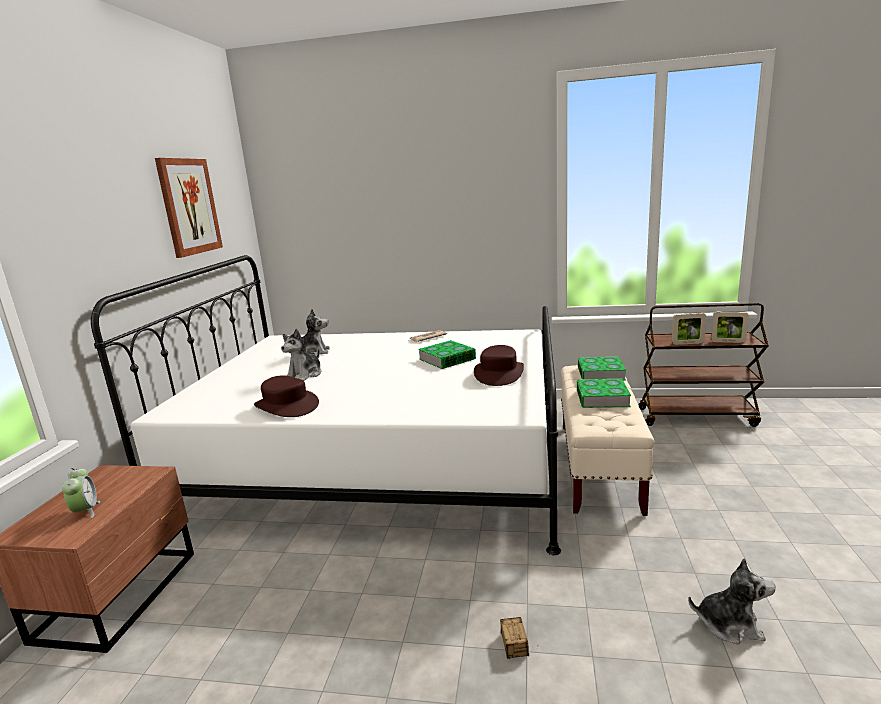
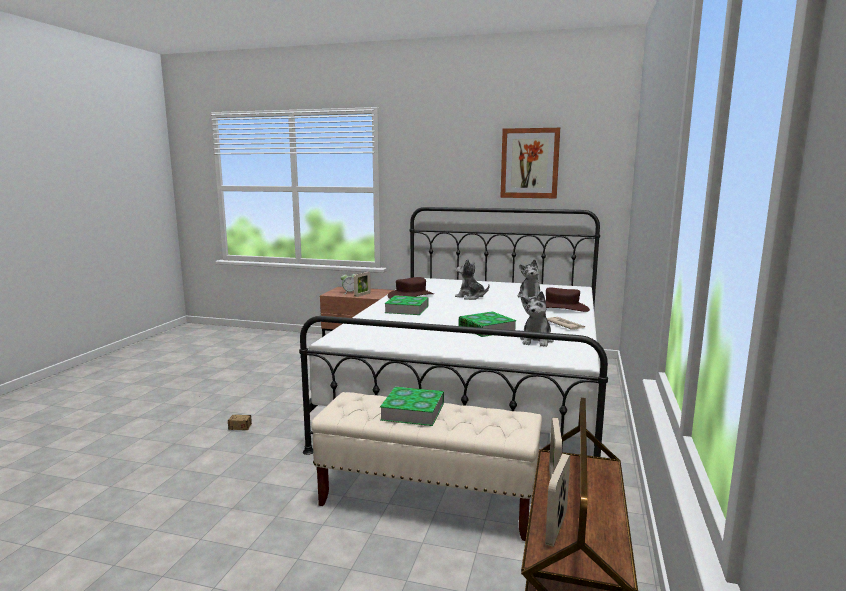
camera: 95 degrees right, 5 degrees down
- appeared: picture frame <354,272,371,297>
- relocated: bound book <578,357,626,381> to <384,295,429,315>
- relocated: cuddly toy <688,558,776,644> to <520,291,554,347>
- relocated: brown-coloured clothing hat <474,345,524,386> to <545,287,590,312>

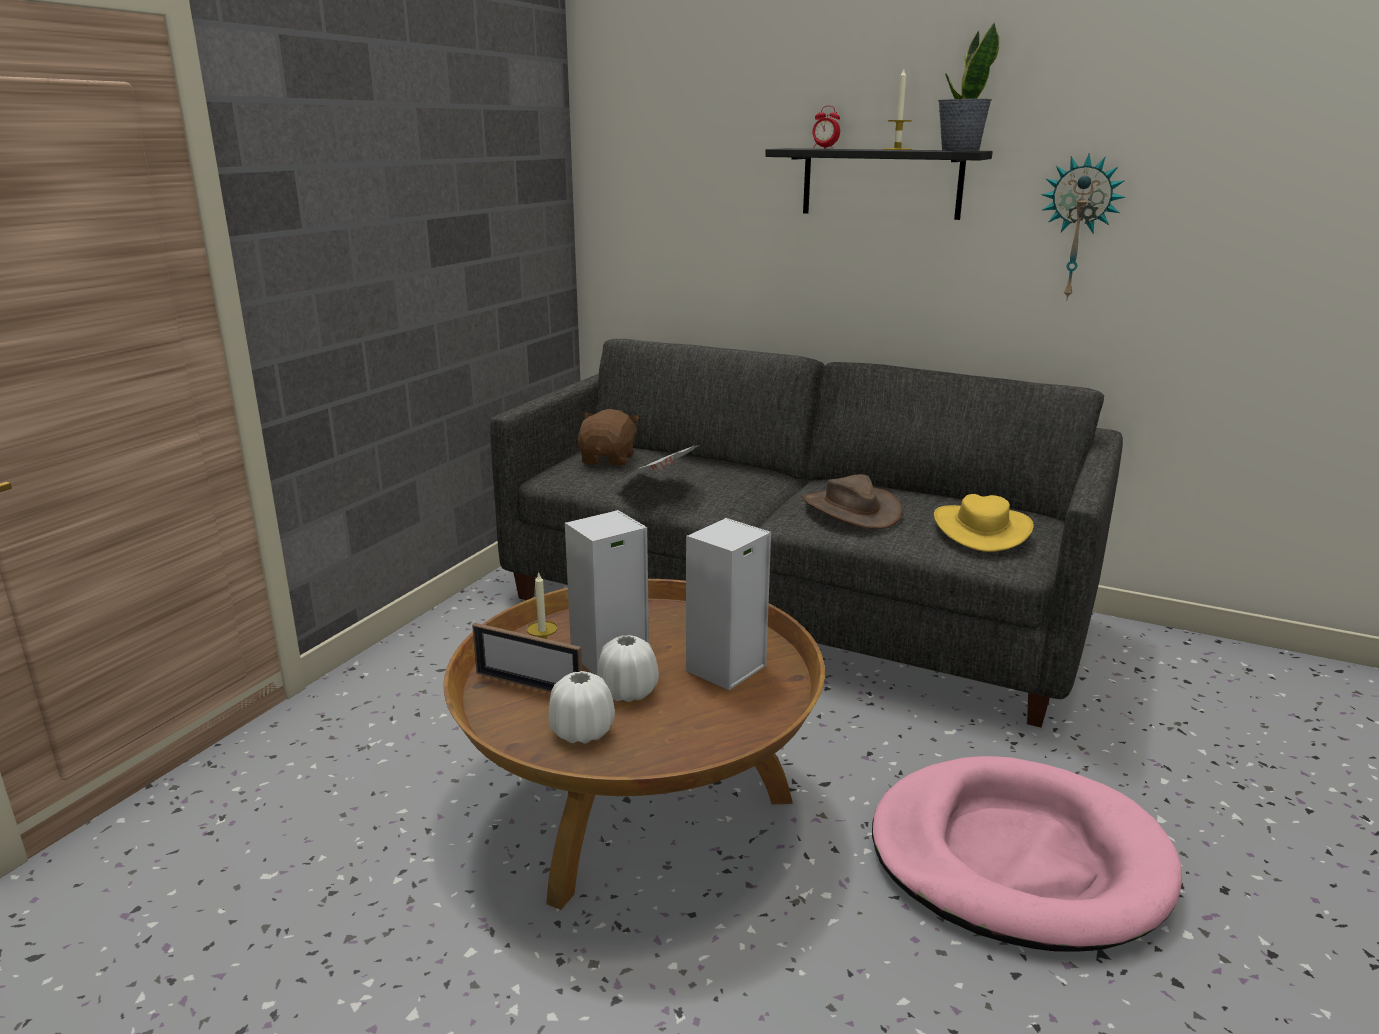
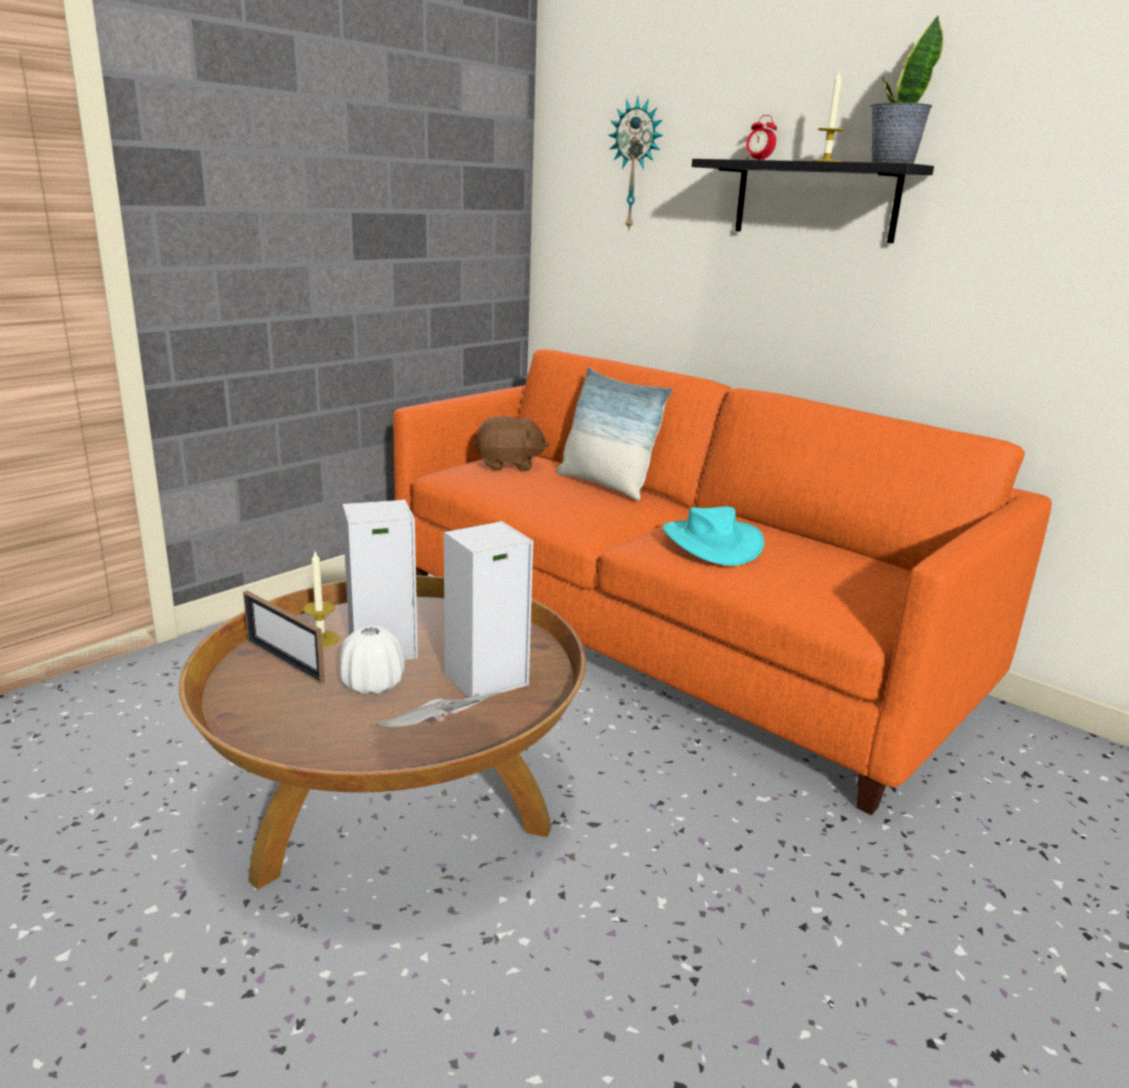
camera: 15 degrees right, 0 degrees up
- relocated: newspaper <615,445,699,482> to <373,692,506,727>
- colour: greyish sofa <490,339,1123,728> to orangey sofa <393,349,1052,815>
- spun: brown-coloured cuddly toy <578,409,639,466> = <474,416,549,471> 60 degrees clockwise
- appeared: throw pillow <556,367,673,500>
- relocated: hanging clock <1041,153,1125,301> to <608,96,663,232>
- colour: brown-coloured clothing hat <803,474,903,529> to turquoise clothing hat <663,506,764,566>
- missing: white-coloured vase <549,671,615,744>
- missing: pink-coloured dog cushion <872,756,1182,952>
- missing: yellow-coloured clothing hat <934,494,1034,552>

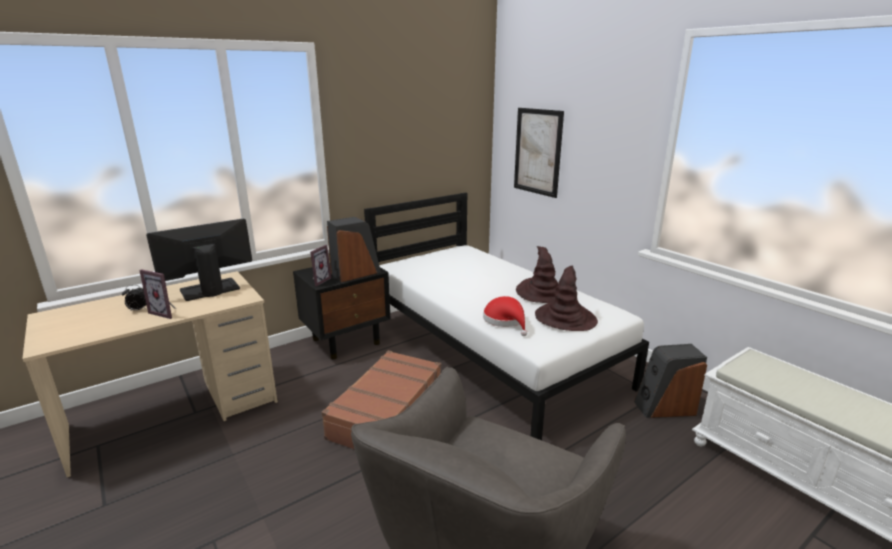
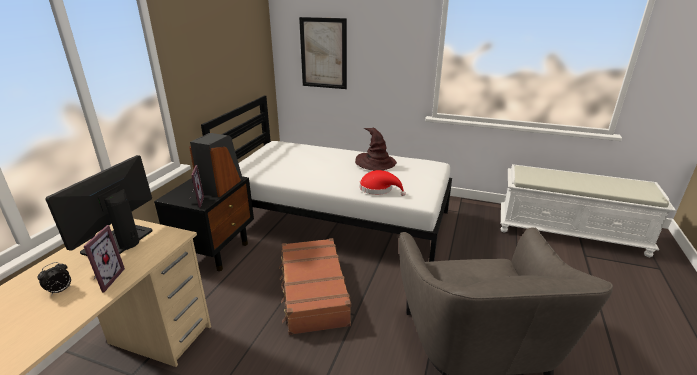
camera: 35 degrees left, 5 degrees up
- spun: picture frame <139,269,176,319> = <83,225,125,292> 75 degrees counterclockwise
- missing: brown-coloured clothing hat <535,266,598,331>
- missing: audio speaker <634,344,707,418>

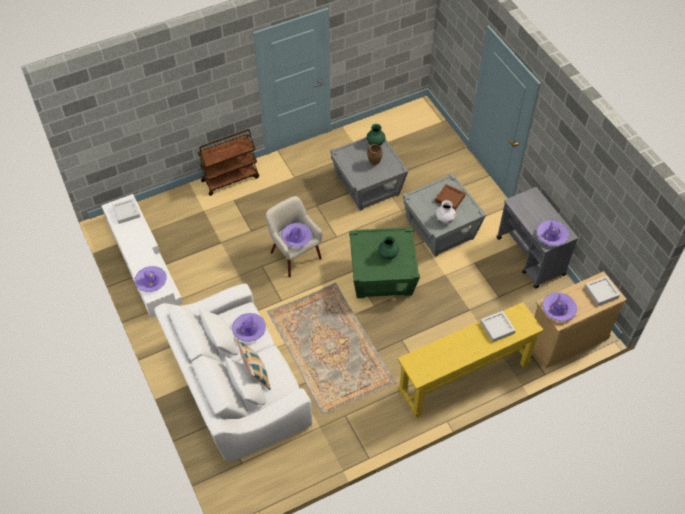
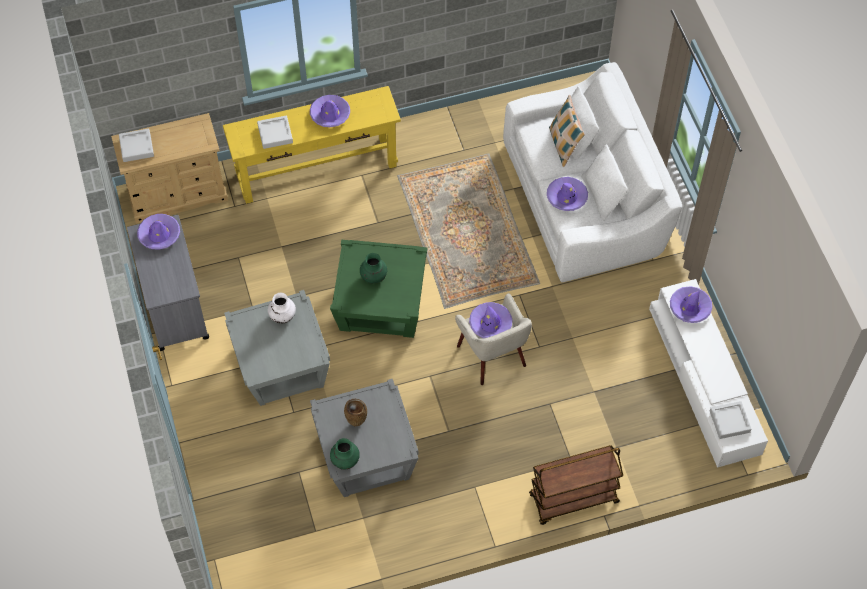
camera: 170 degrees left, 5 degrees up
- relocated: purple clothing hat <543,293,577,322> to <310,95,350,127>
- missing: brown-coloured tray <435,184,466,210>

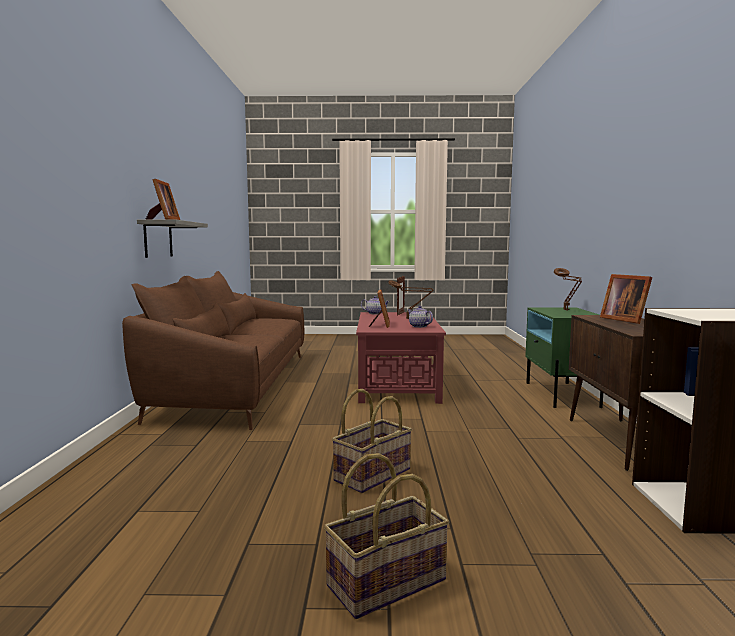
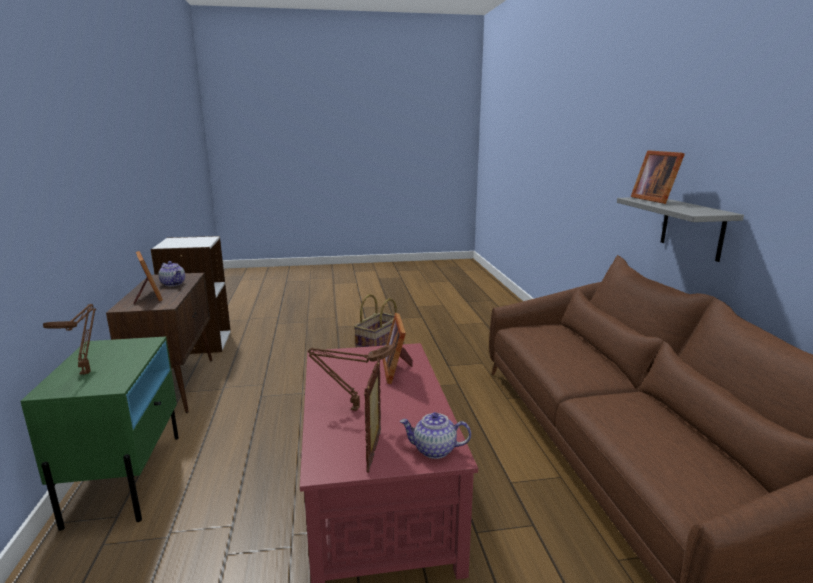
camera: 170 degrees right, 10 degrees up
- relocated: pot for tea <408,306,433,328> to <158,261,185,286>
- missing: household basket <324,453,449,619>

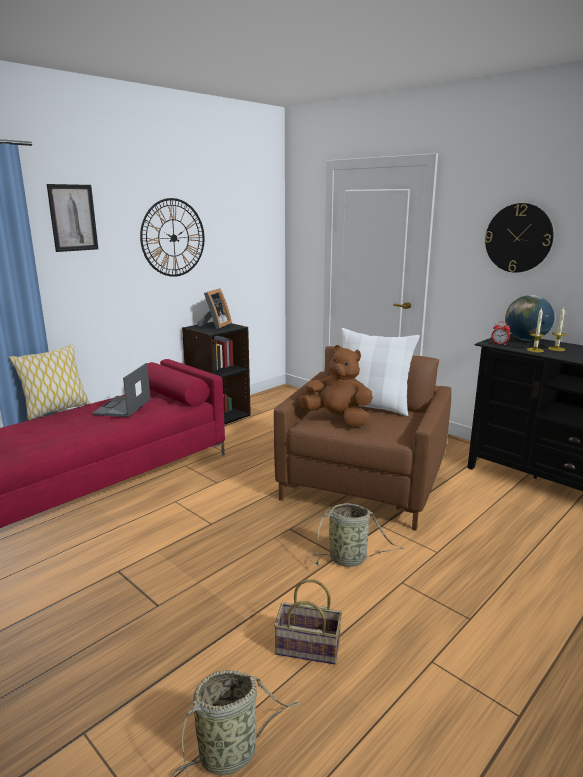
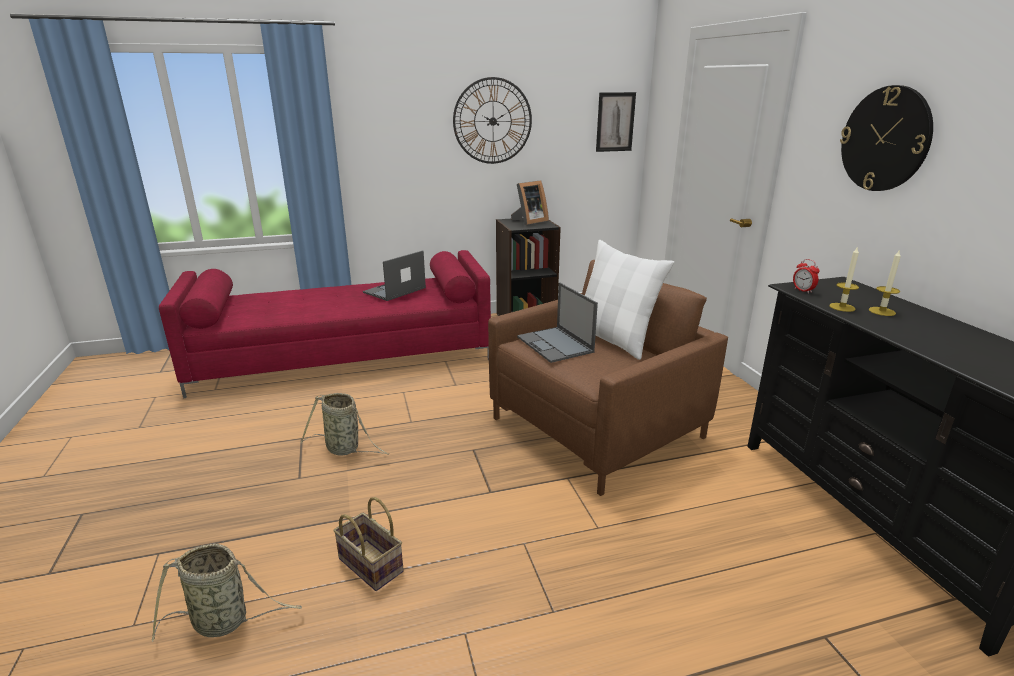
camera: 30 degrees right, 5 degrees up
- relocated: household basket <309,503,403,567> to <301,393,389,455>
- exchanged: brown-coloured cuddly toy <298,345,373,426> to notebook computer <517,282,598,363>
- relocated: wall picture <47,184,98,252> to <596,92,636,152>
- missing: throw pillow <8,344,90,421>
- missing: globe <505,295,555,341>

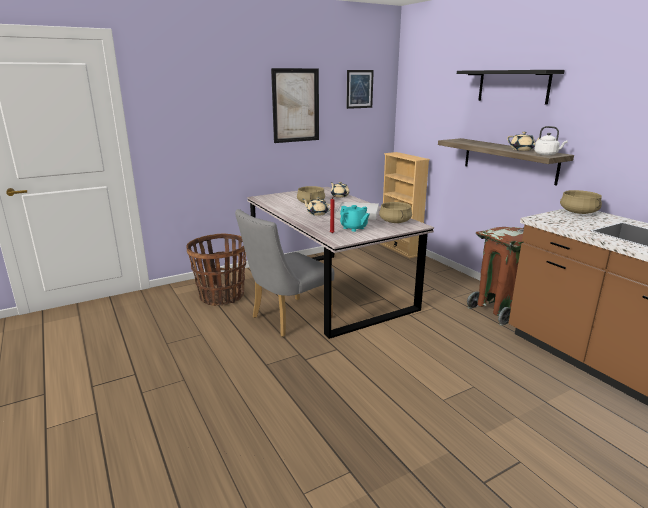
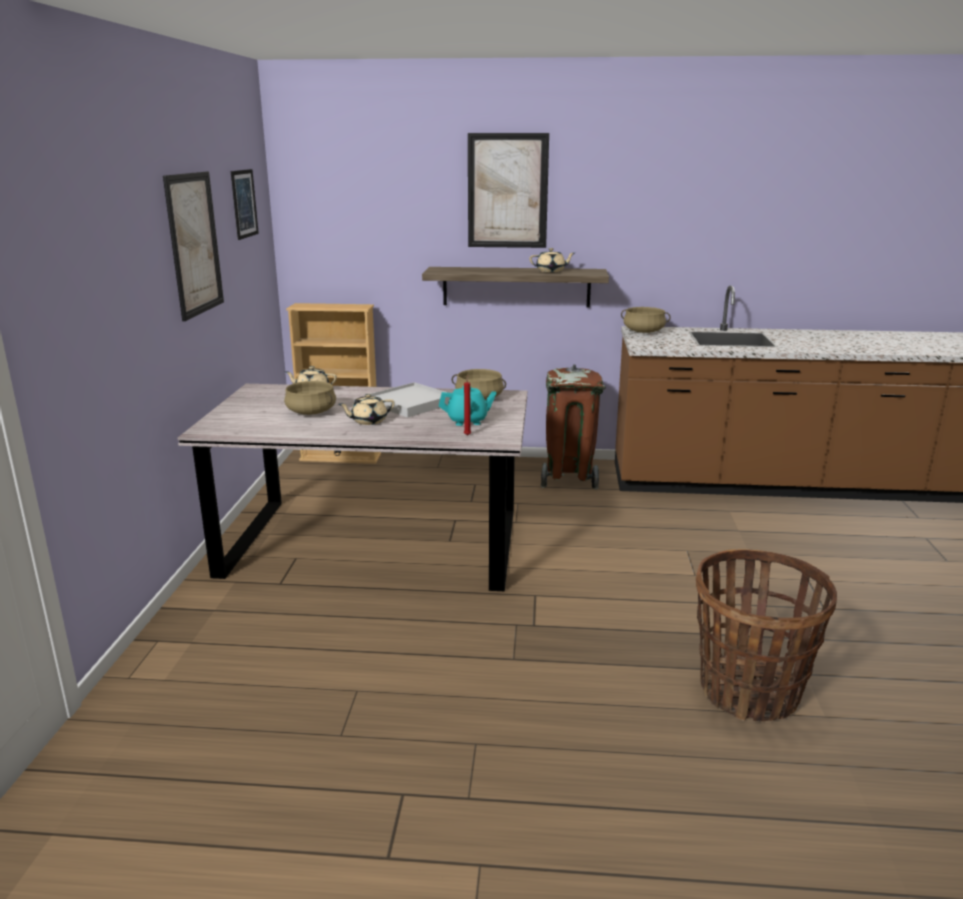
camera: 55 degrees left, 0 degrees up
- exchanged: black shelf <457,70,565,105> to wall picture <468,133,549,248>
- relocated: household basket <186,234,246,306> to <696,549,837,721>
- missing: greyish chair <235,209,334,337>
- missing: white-coloured tea kettle <534,126,568,155>

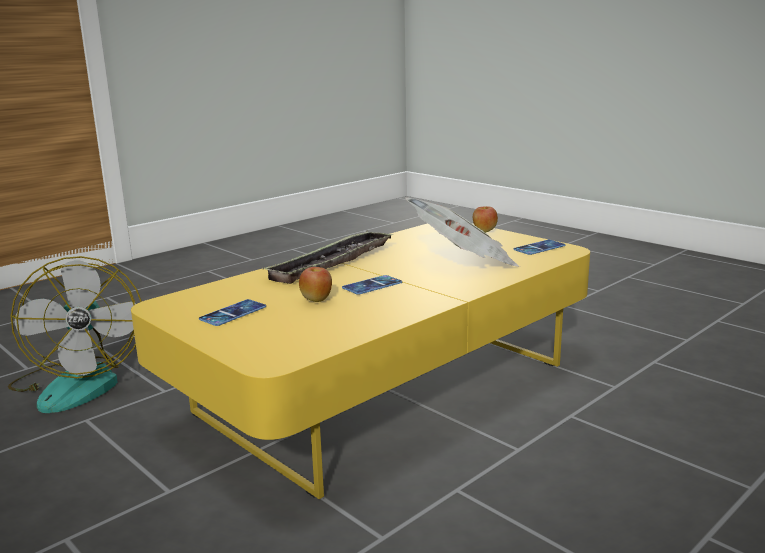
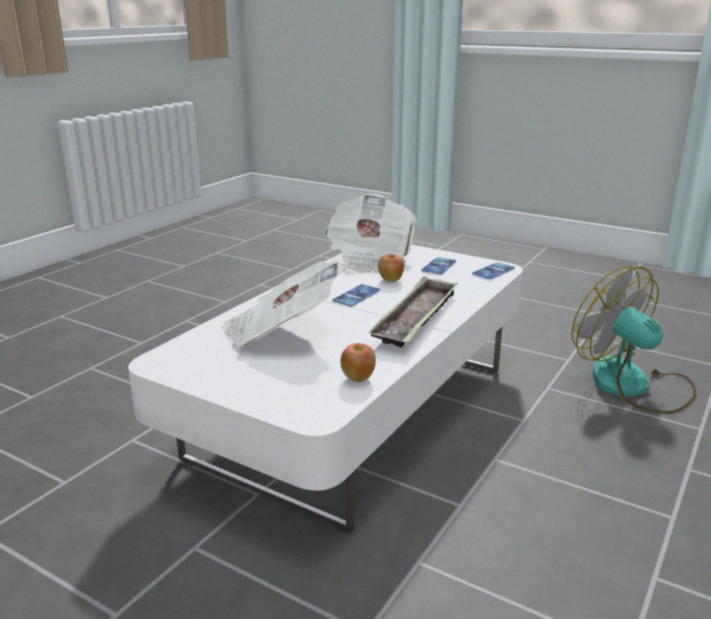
camera: 165 degrees right, 5 degrees up
- colour: yellow-coloured lounge table <131,223,590,499> to white-coloured lounge table <128,245,523,533>
- appeared: newspaper <326,193,417,274>
- relocated: apple <473,206,498,233> to <340,343,376,382>
- relocated: phone <514,240,565,255> to <472,262,515,279>

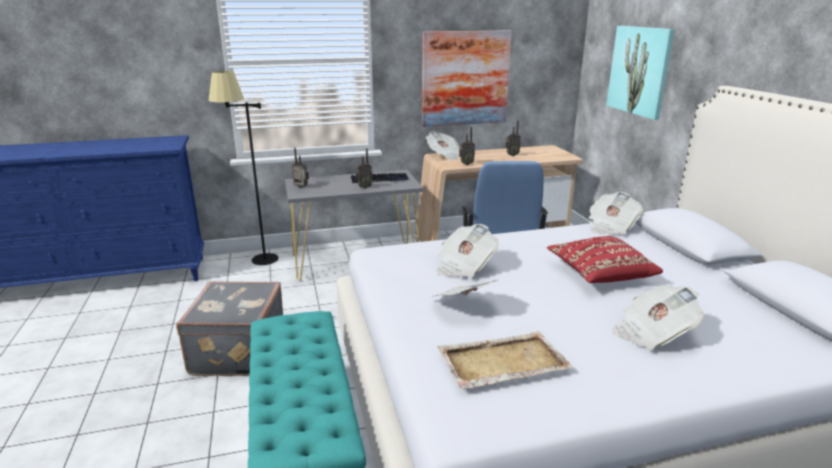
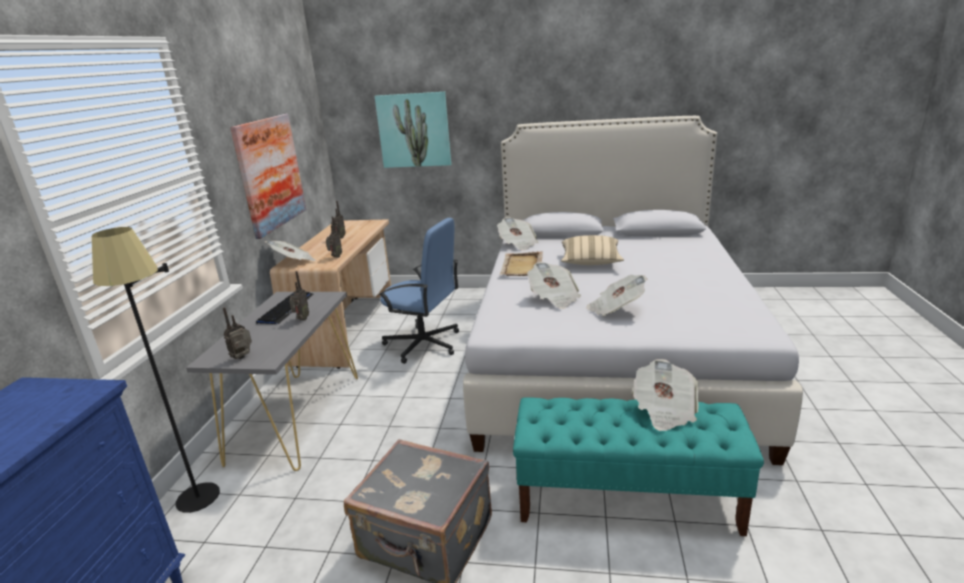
camera: 65 degrees left, 0 degrees up
- relocated: sand-coloured tray <437,331,574,389> to <500,251,543,276>
- colour: reddish throw pillow <547,236,663,283> to sand-coloured throw pillow <561,235,624,265>
- relocated: newspaper <612,285,704,350> to <631,359,699,431>

